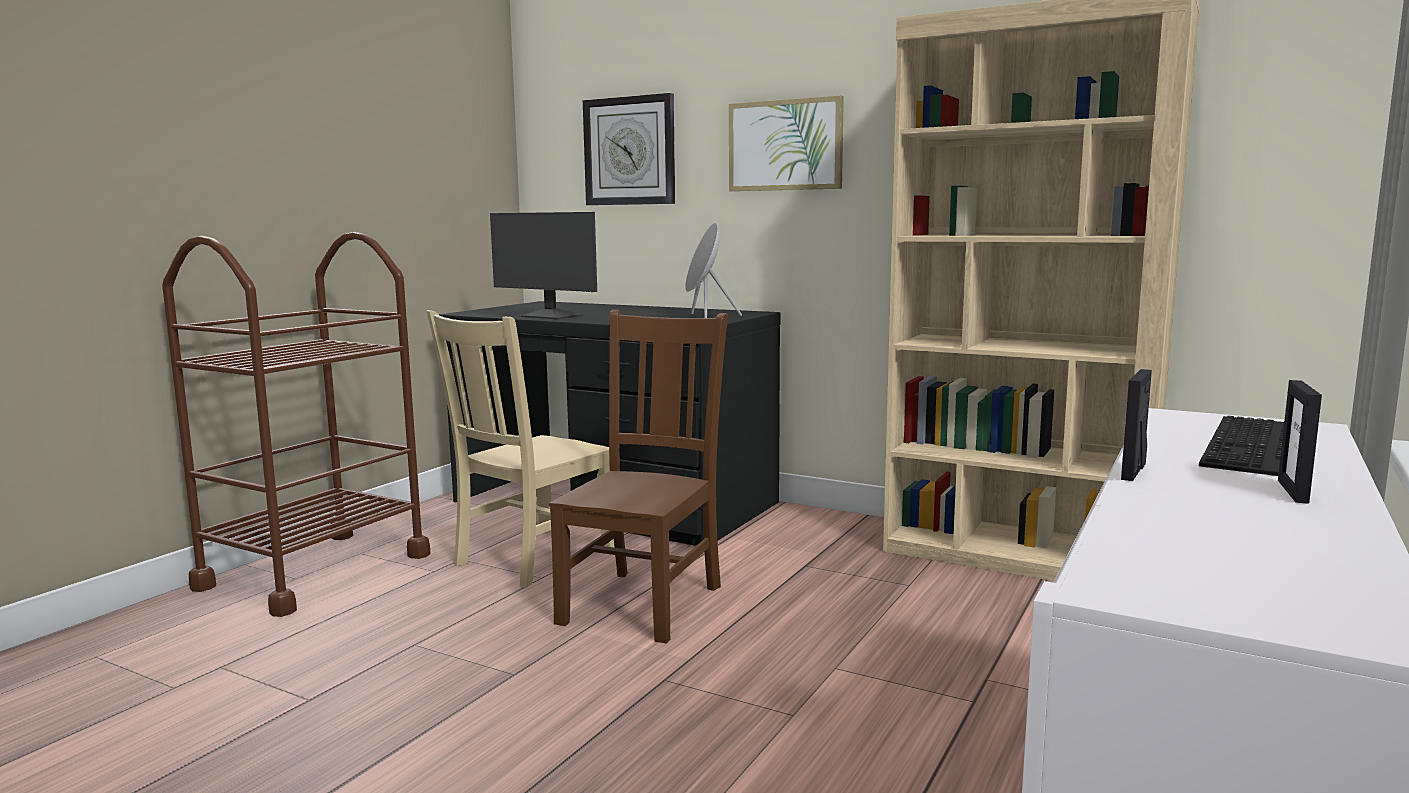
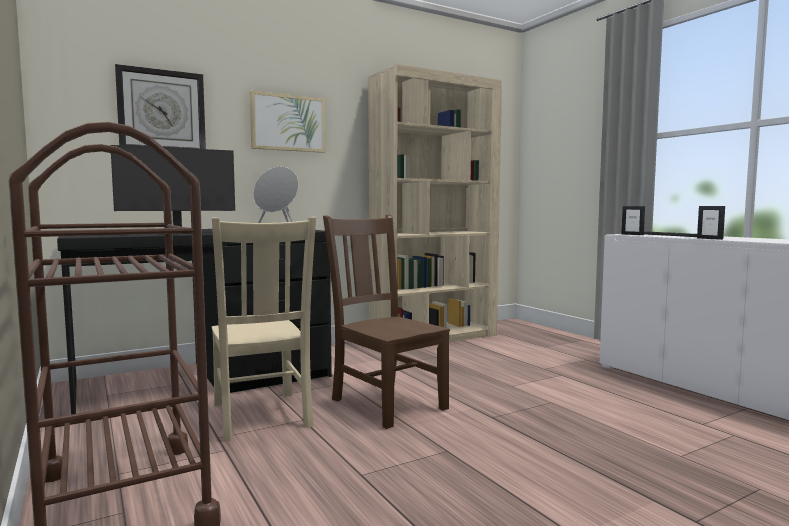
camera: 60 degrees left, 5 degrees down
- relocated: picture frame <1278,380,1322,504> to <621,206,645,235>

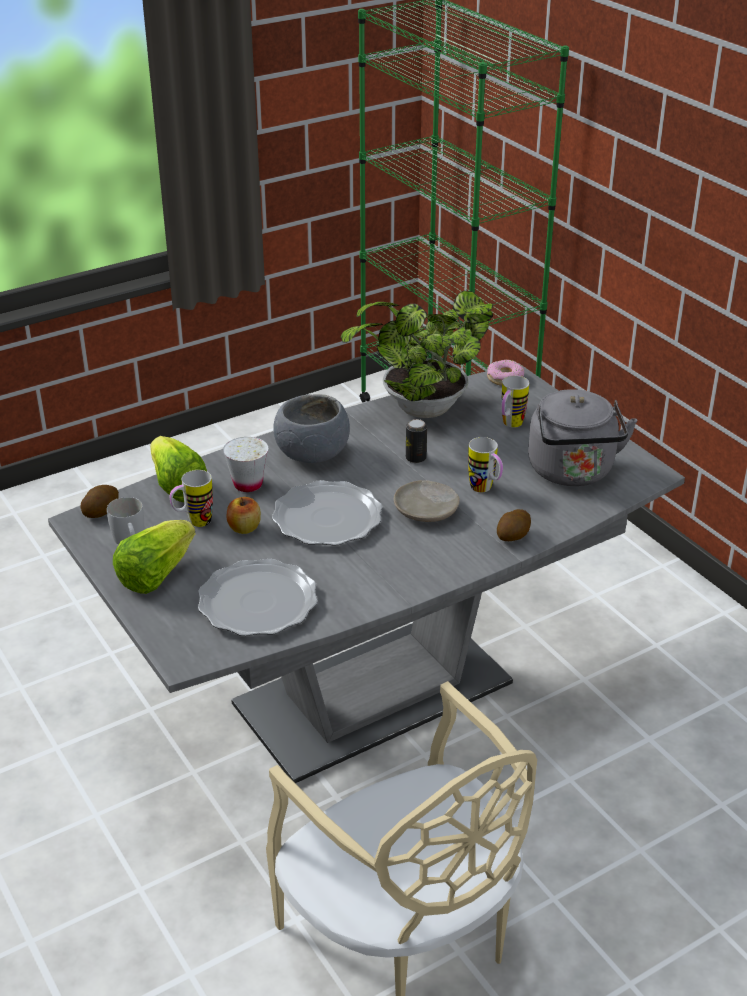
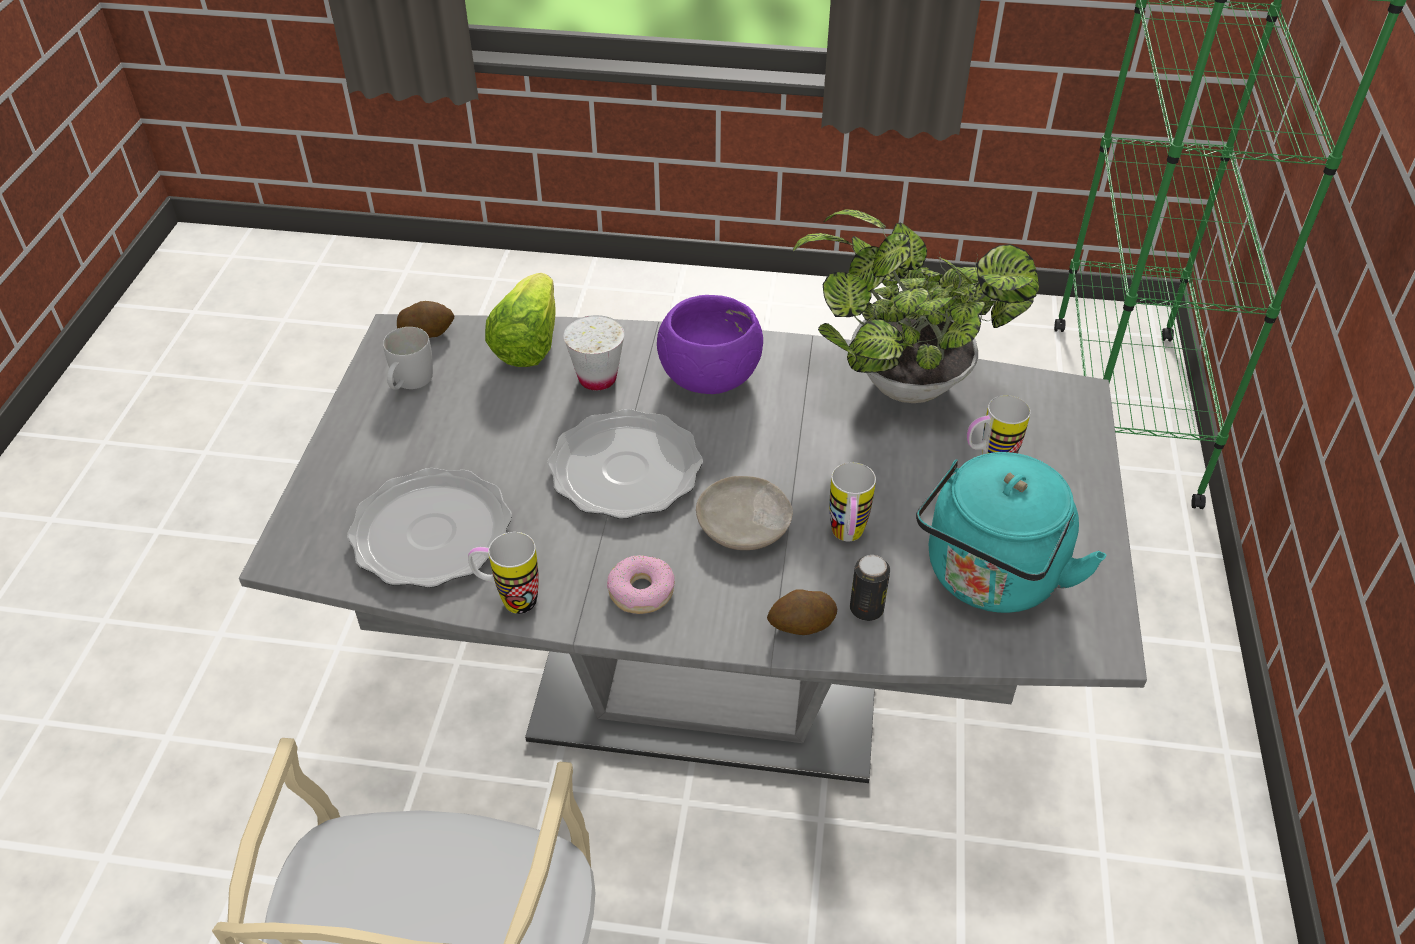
camera: 40 degrees right, 10 degrees up
- relocated: mug <170,470,213,527> to <468,532,539,614>
- relocated: ring doughnut <487,360,524,386> to <607,555,675,614>
- colour: greyish serving bowl <274,394,350,463> to purple serving bowl <657,295,763,394>
- relocated: sealed can <406,419,427,463> to <850,555,890,621>
- colour: greyish tea kettle <528,389,637,486> to turquoise tea kettle <916,452,1106,613>
- missing: lettuce <113,520,195,594>
- missing: apple <227,497,261,534>

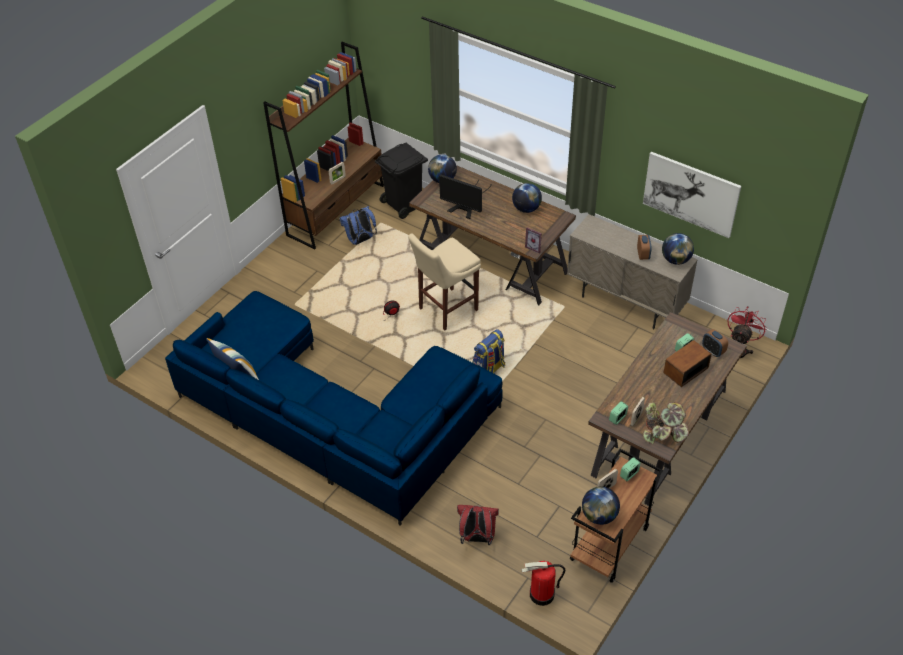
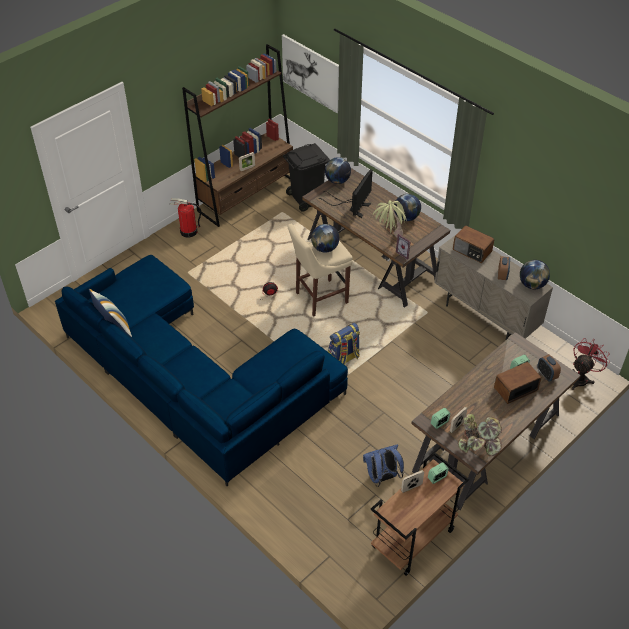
camera: 10 degrees right, 0 degrees up
- relocated: fire extinguisher <521,561,565,606> to <170,198,201,238>
- relocated: wall picture <643,152,741,238> to <282,34,339,113>
- relocated: globe <582,486,620,525> to <311,224,339,253>
- spun: monitor <439,175,492,219> = <319,169,373,218> 105 degrees counterclockwise
- relocated: blue-coloured knapsack <339,206,377,245> to <363,444,404,487>
- appeared: potted plant <373,200,406,237>
- appeared: radio <453,225,494,263>
- missing: reddish knapsack <457,505,499,545>

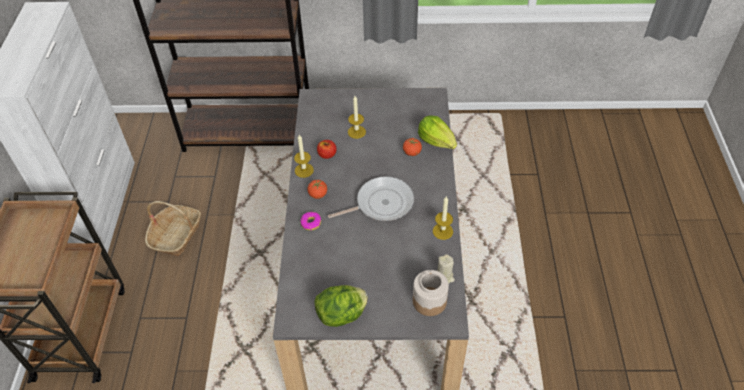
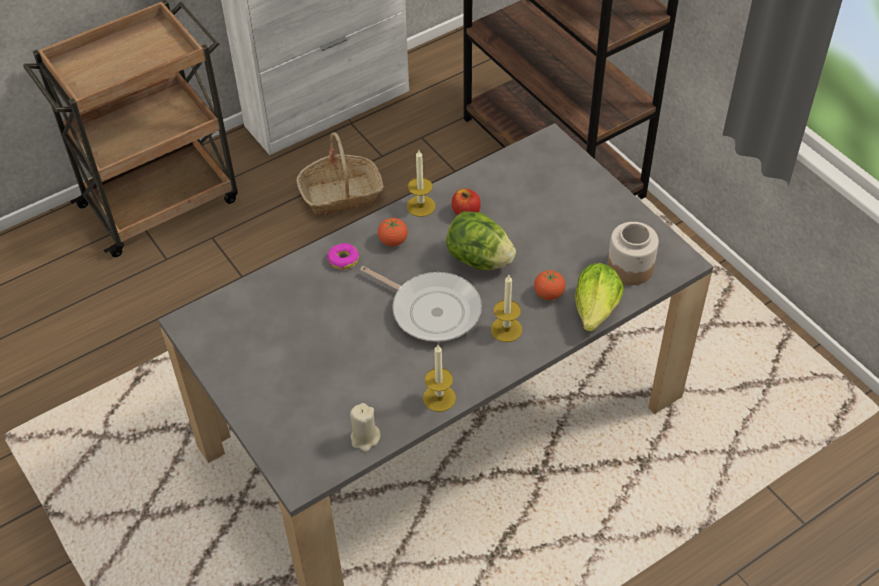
camera: 55 degrees right, 0 degrees up
- relocated: lettuce <314,285,368,327> to <446,211,516,270>
- relocated: wax light <348,96,366,139> to <491,275,522,342>
- relocated: jar <413,270,449,316> to <607,222,659,285>

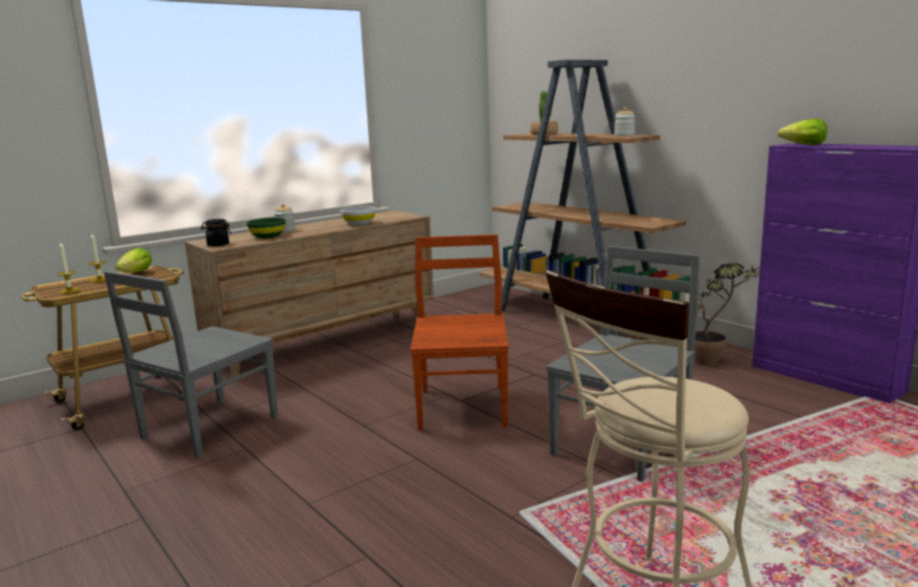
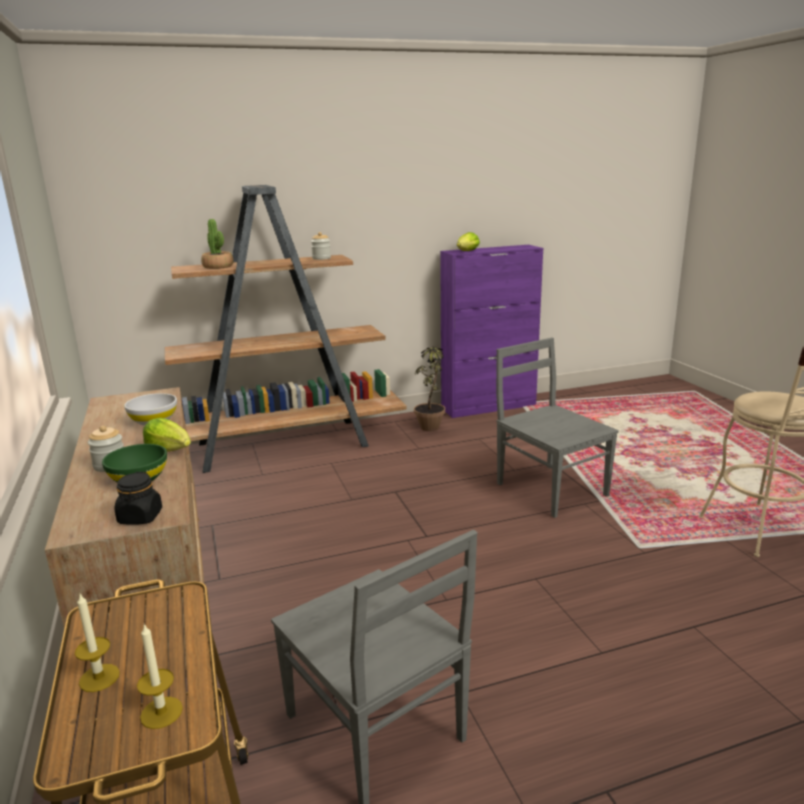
camera: 70 degrees left, 5 degrees up
- relocated: lettuce <115,248,152,272> to <143,418,191,452>
- missing: brown-coloured chair <410,234,509,431>

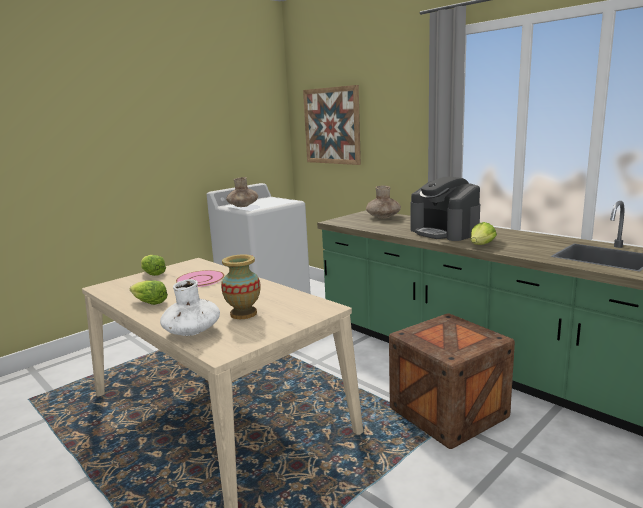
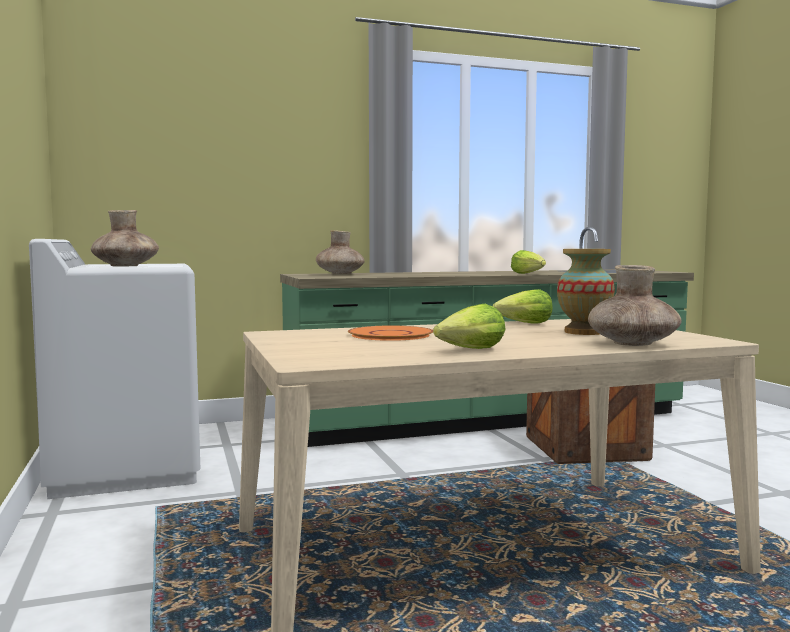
camera: 65 degrees left, 10 degrees down
- colour: pink-coloured dinner plate <176,270,224,287> to orangey dinner plate <348,326,433,341>
- relocated: lettuce <141,255,166,276> to <493,289,553,324>
- colour: white-coloured vase <160,279,220,336> to brown-coloured vase <588,265,681,346>
- missing: wall picture <303,85,361,165>
- missing: coffee brewer <411,177,480,241>

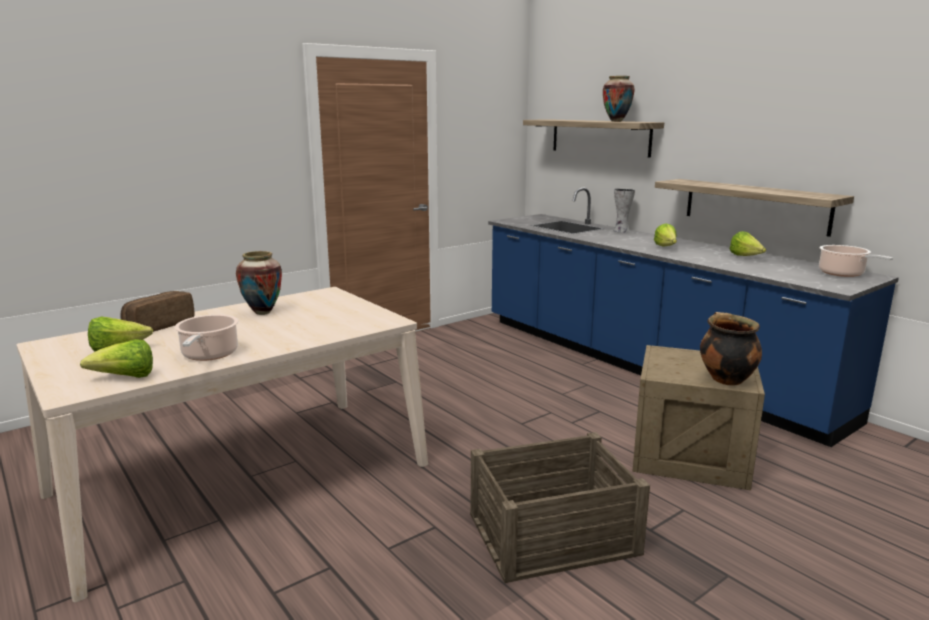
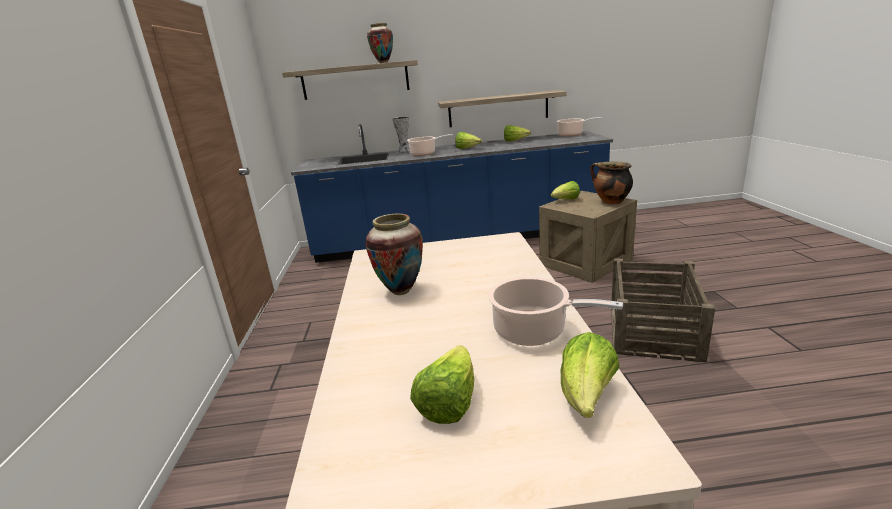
camera: 55 degrees left, 5 degrees up
- appeared: cooking pot <407,134,453,156>
- appeared: lettuce <551,181,580,200>
- missing: baked bread <120,291,194,332>

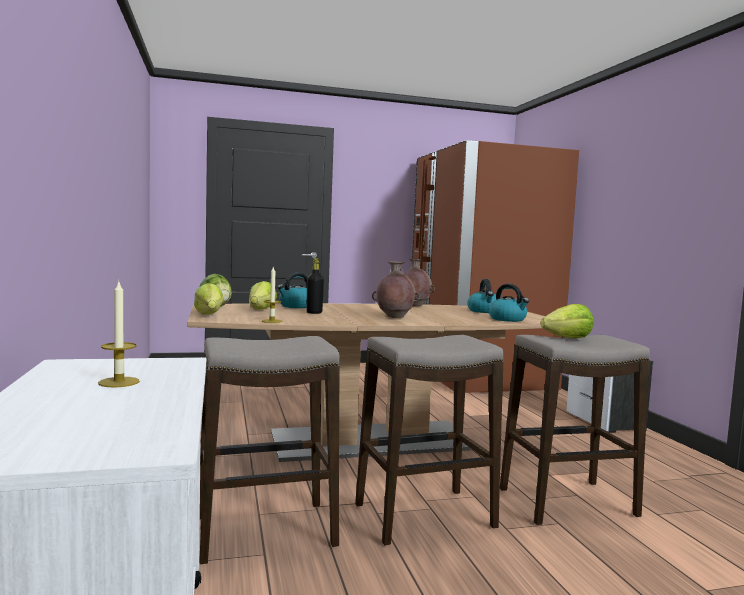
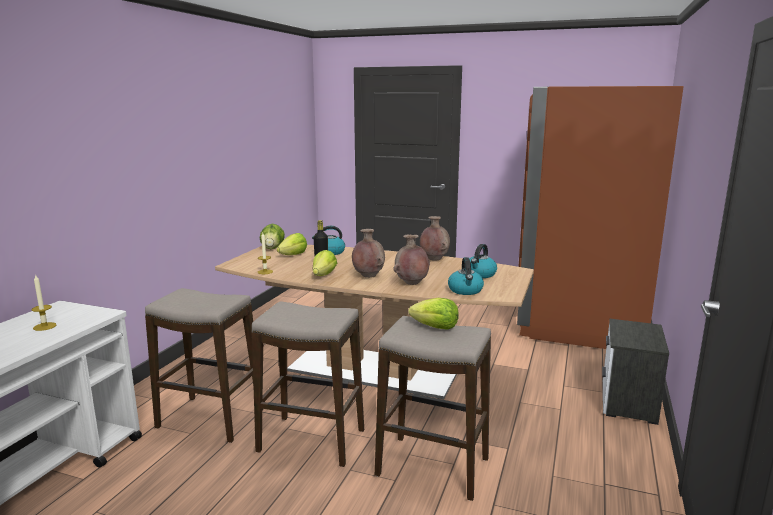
camera: 35 degrees right, 10 degrees up
- relocated: lettuce <194,283,224,315> to <313,250,337,276>
- appeared: brown-coloured vase <393,234,430,285>

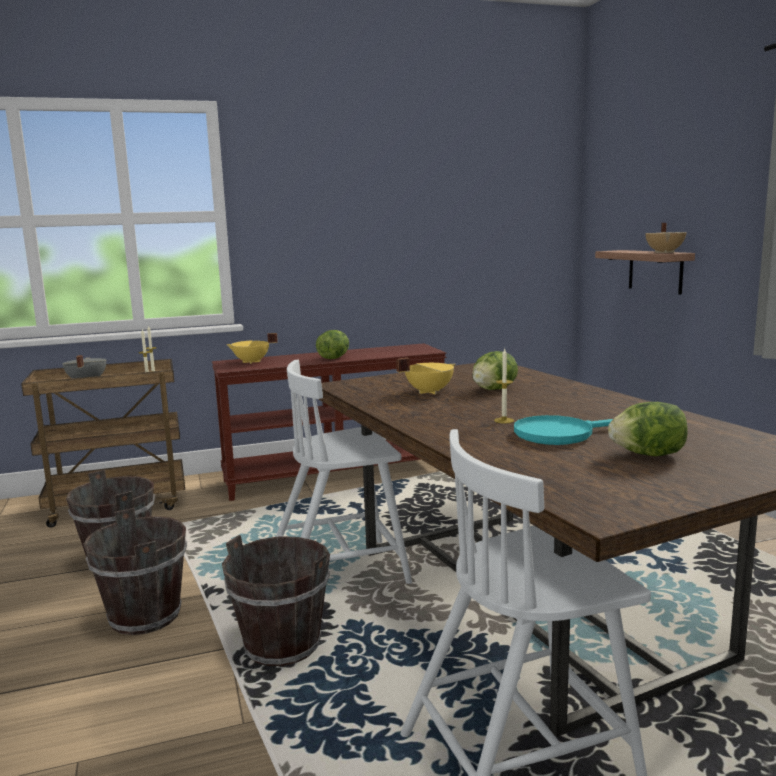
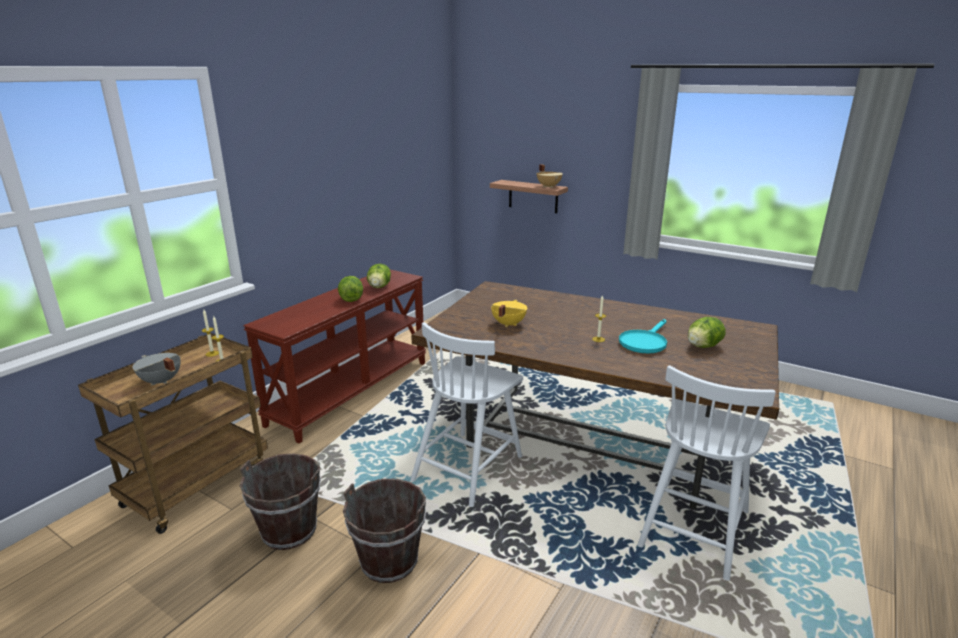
camera: 40 degrees left, 10 degrees up
- relocated: lettuce <472,351,518,390> to <367,264,391,288>
- missing: brown-coloured bucket <222,535,330,666>
- missing: yellow-coloured cooking pot <226,333,278,364>

